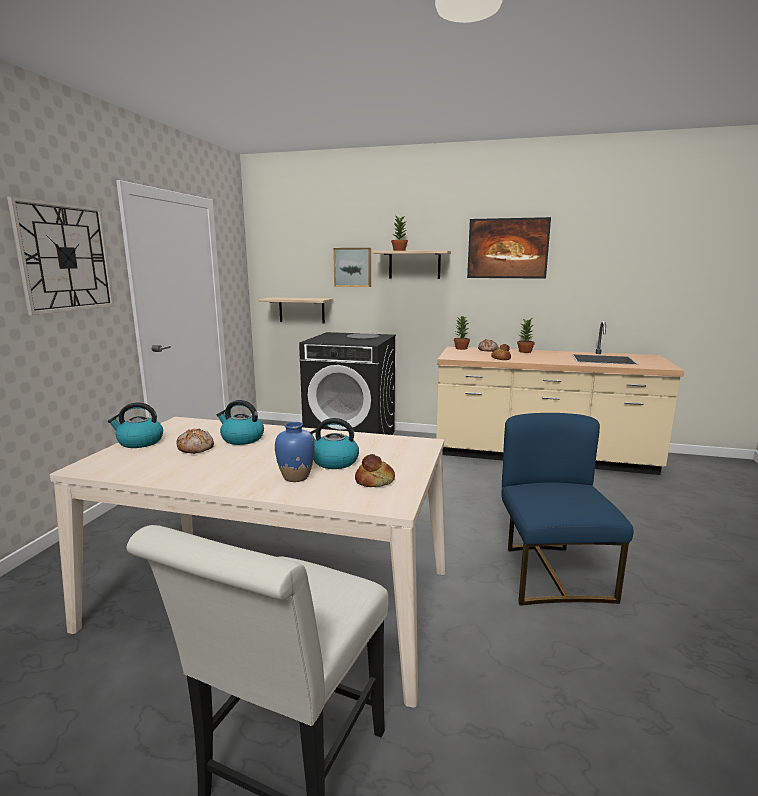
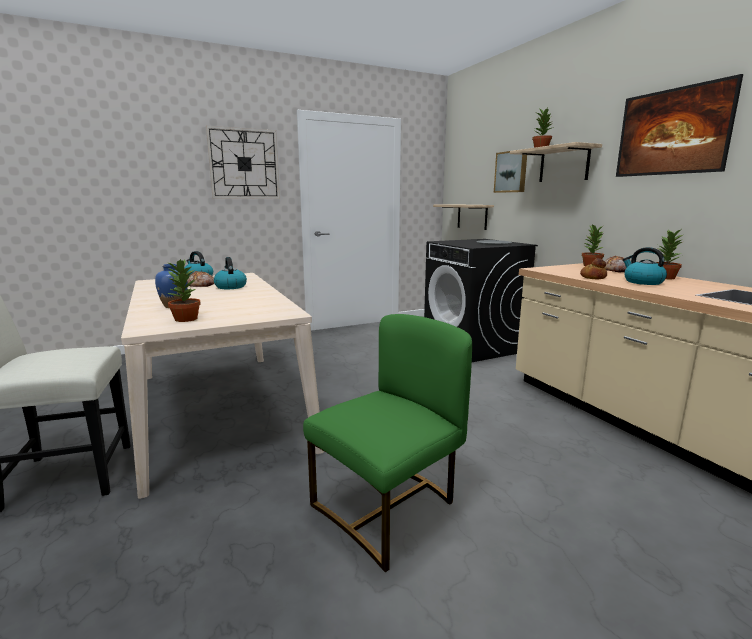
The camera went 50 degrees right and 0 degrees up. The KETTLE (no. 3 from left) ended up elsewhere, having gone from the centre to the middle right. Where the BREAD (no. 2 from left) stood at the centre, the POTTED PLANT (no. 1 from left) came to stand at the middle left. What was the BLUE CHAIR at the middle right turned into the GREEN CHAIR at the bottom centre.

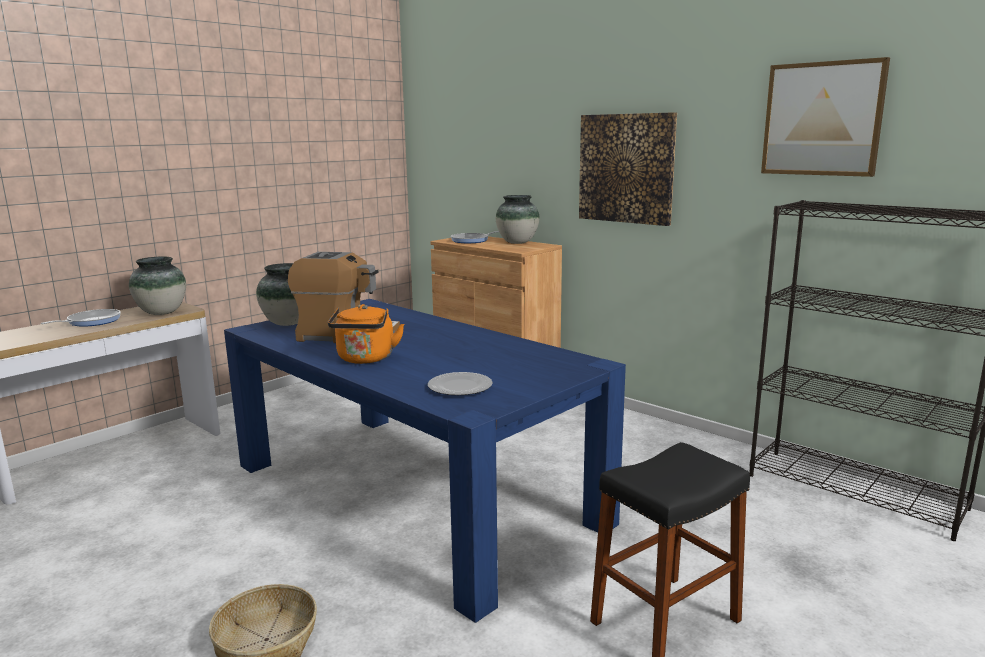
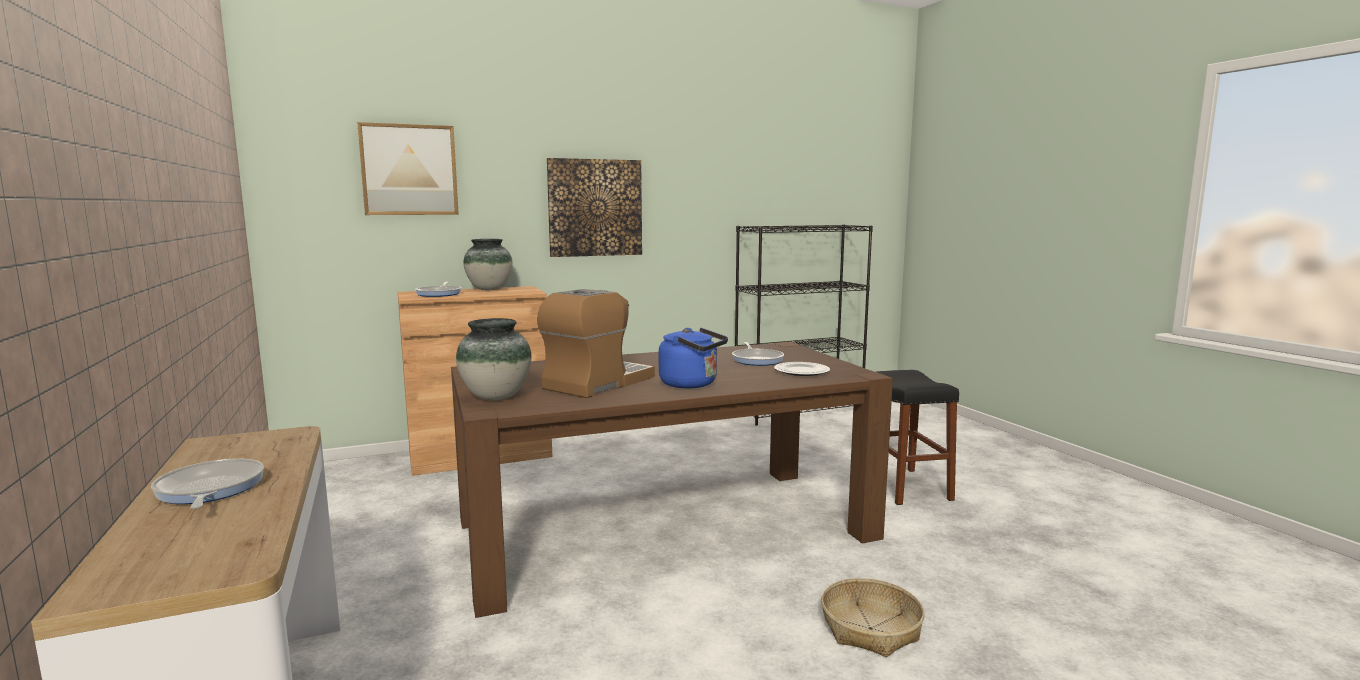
The camera went 65 degrees left and 5 degrees down. The second view lost the VASE (no. 1 from left) at the middle left. What was the BLUE DINING TABLE at the bottom centre turned into the BROWN DINING TABLE at the bottom centre. What was the ORANGE KETTLE at the centre turned into the BLUE KETTLE at the centre. The PICTURE (no. 2 from left in the first image) ended up elsewhere, having gone from the top right to the top left. The second view gained the FRYING PAN (no. 3 from left) at the centre.

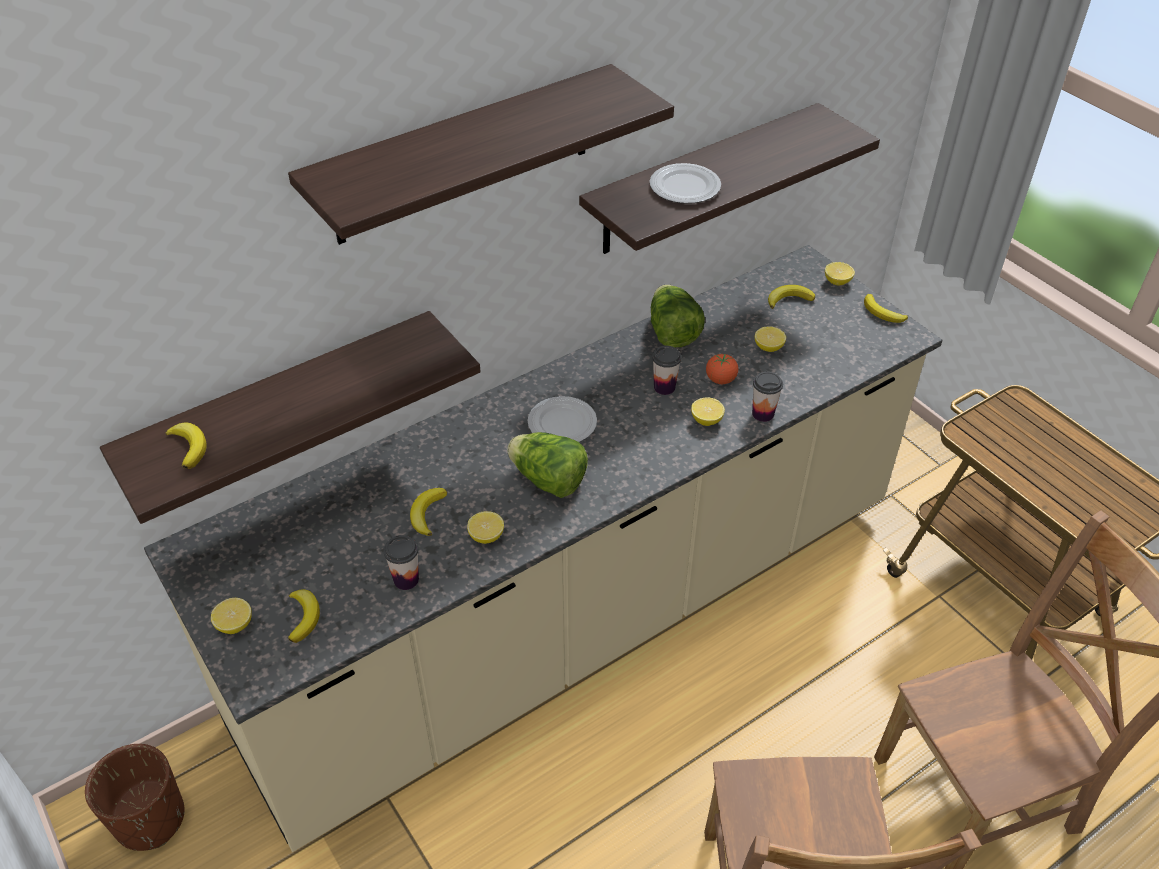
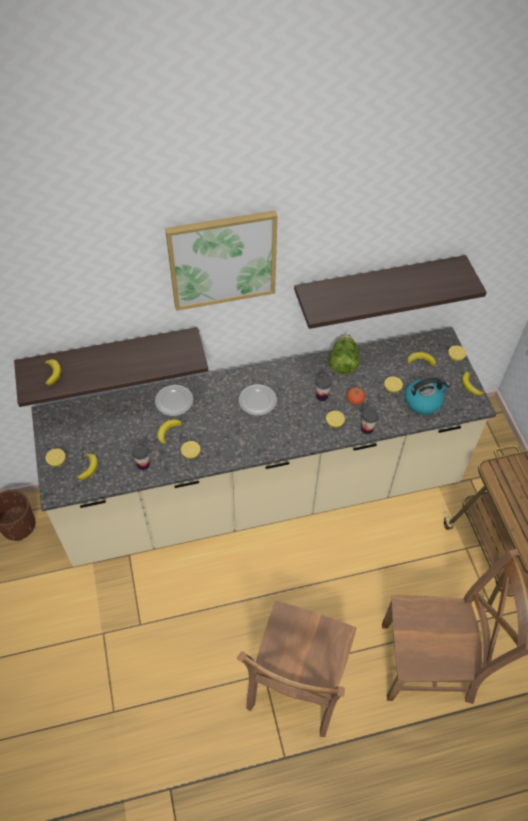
The camera went 20 degrees right and 10 degrees up. Where the SHELF (no. 2 from left) hung at the top centre, the PICTURE came to hang at the top centre. The second view lost the LETTUCE (no. 1 from left) at the centre. The PLATE (no. 2 from left in the first image) ended up elsewhere, having gone from the top centre to the middle left. The second view gained the KETTLE at the middle right.

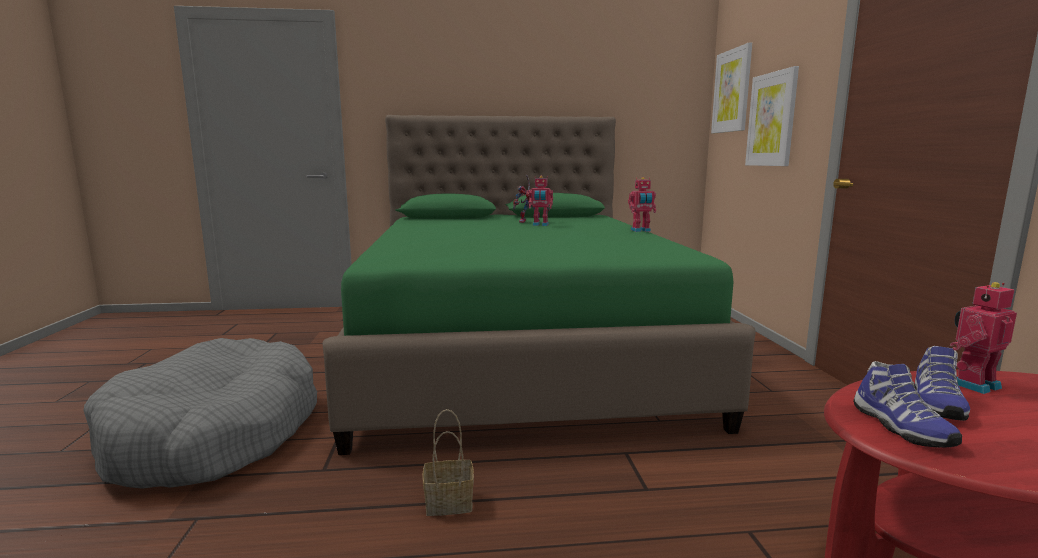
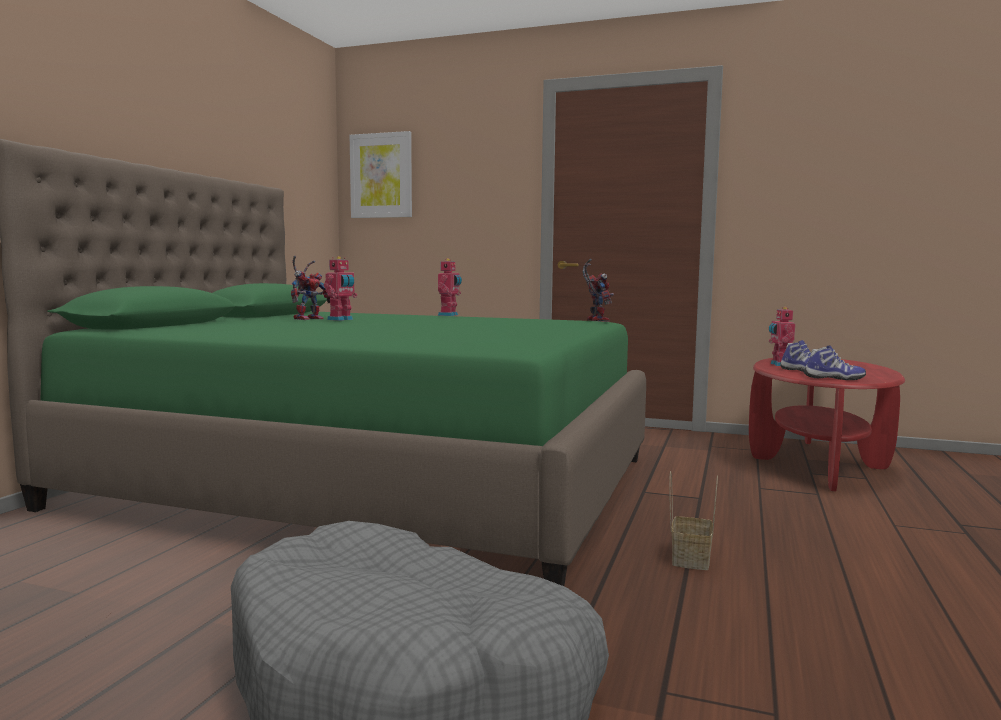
The camera went 65 degrees left and 5 degrees down. The second view lost the PICTURE (no. 2 from left) at the top right. The second view gained the TOY ROBOT (no. 4 from left) at the centre.

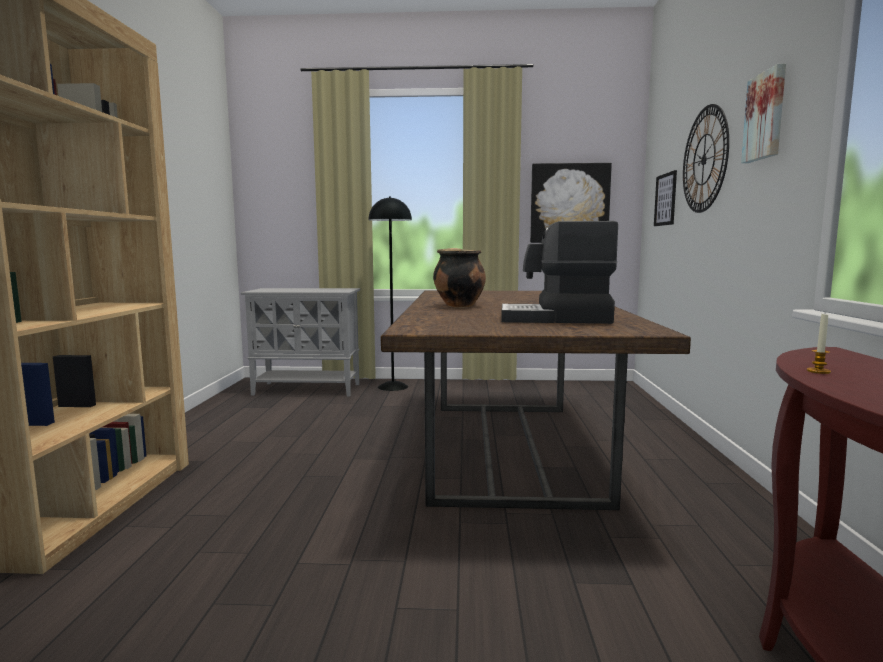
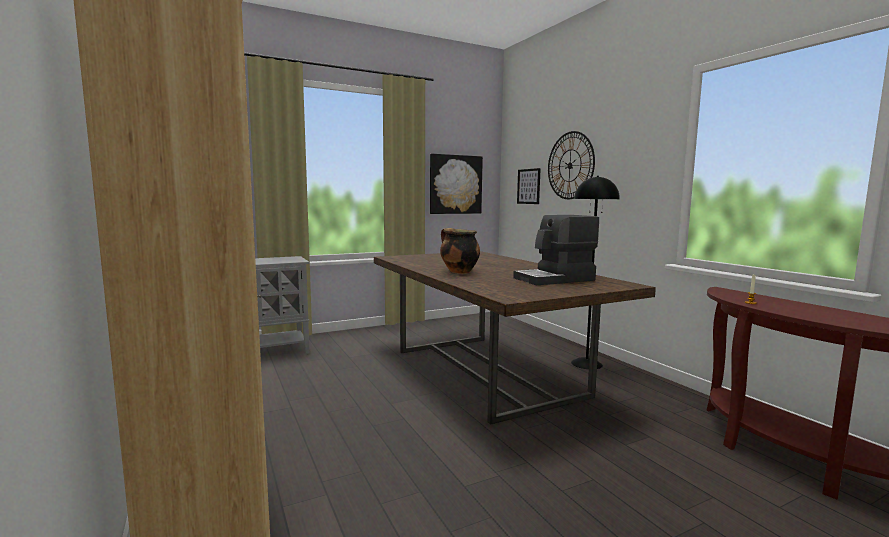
The camera went 30 degrees left and 0 degrees up. The BLACK FLOOR LAMP ended up elsewhere, having gone from the centre to the middle right. The second view lost the PICTURE (no. 3 from left) at the top right.

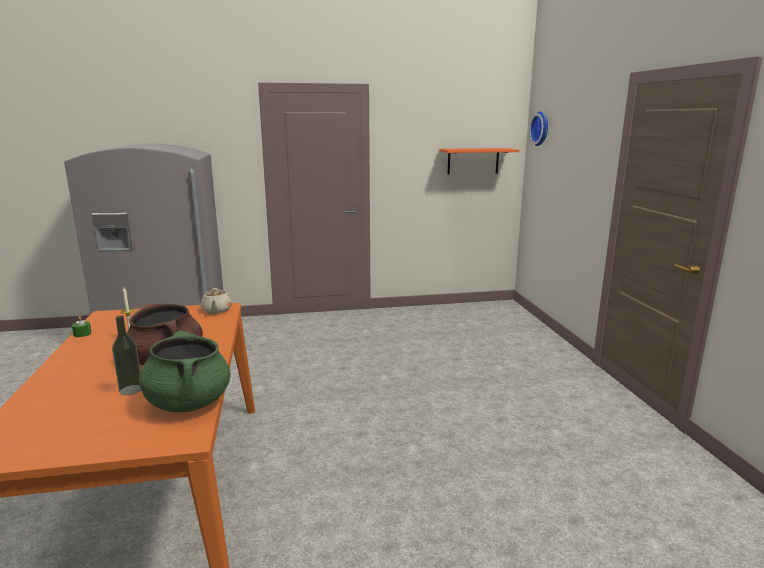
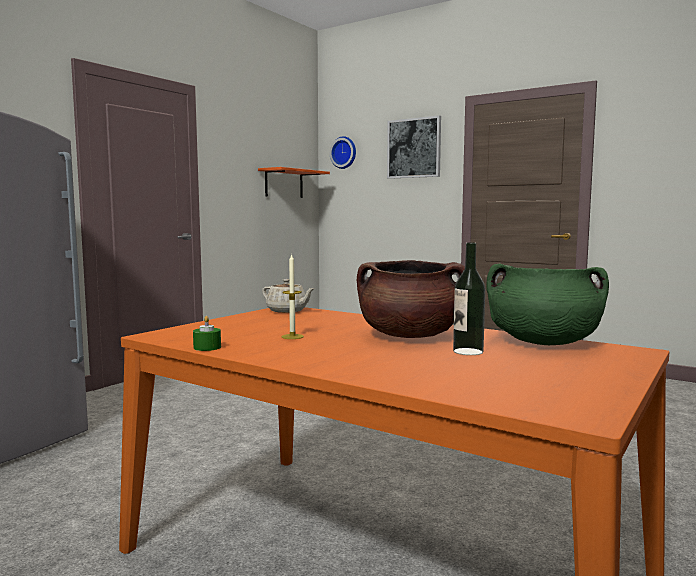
The camera went 45 degrees left and 10 degrees down. The second view gained the PICTURE at the top centre.

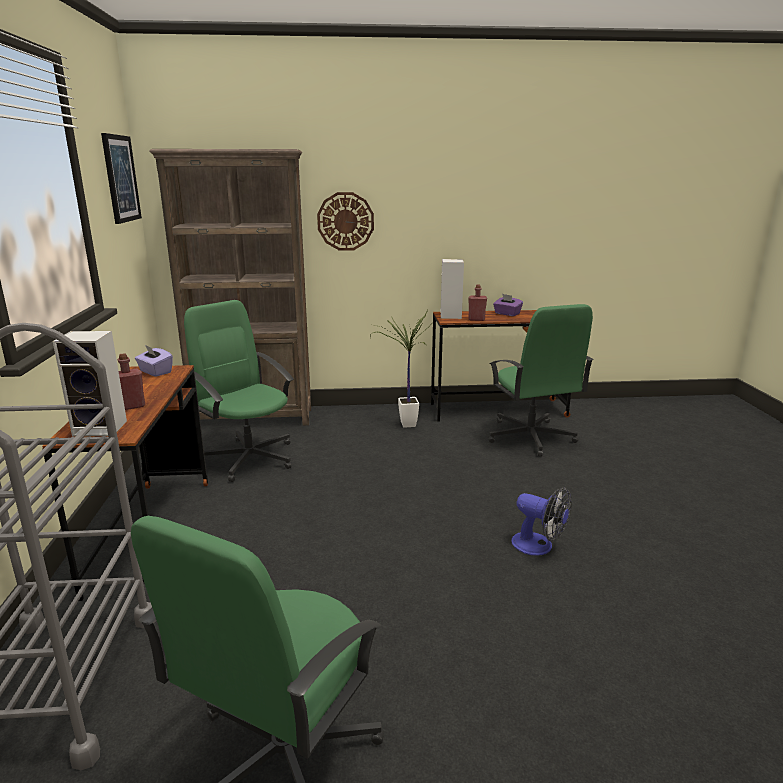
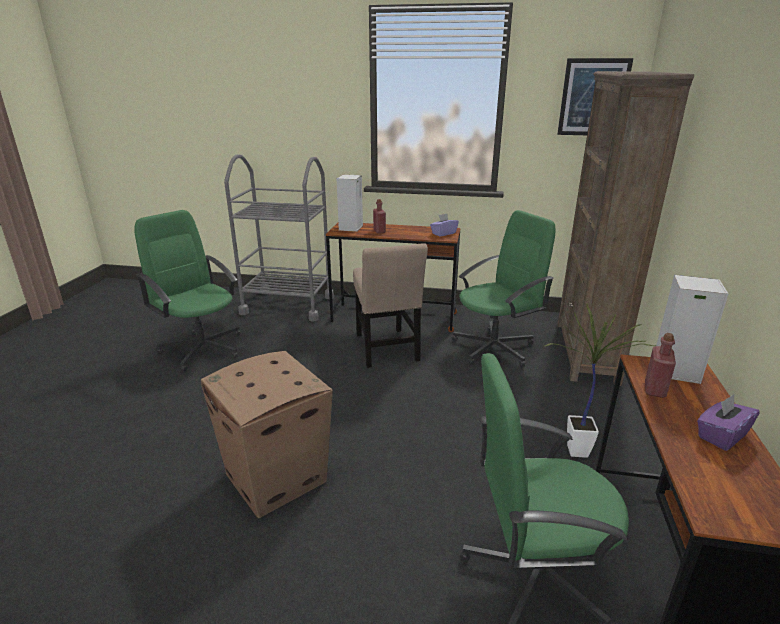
The camera went 105 degrees right and 5 degrees up. The second view lost the WALL CLOCK at the top centre. Where the FAN stood at the middle right, the CARDBOARD BOX came to stand at the bottom centre. The second view gained the BEIGE CHAIR at the centre.

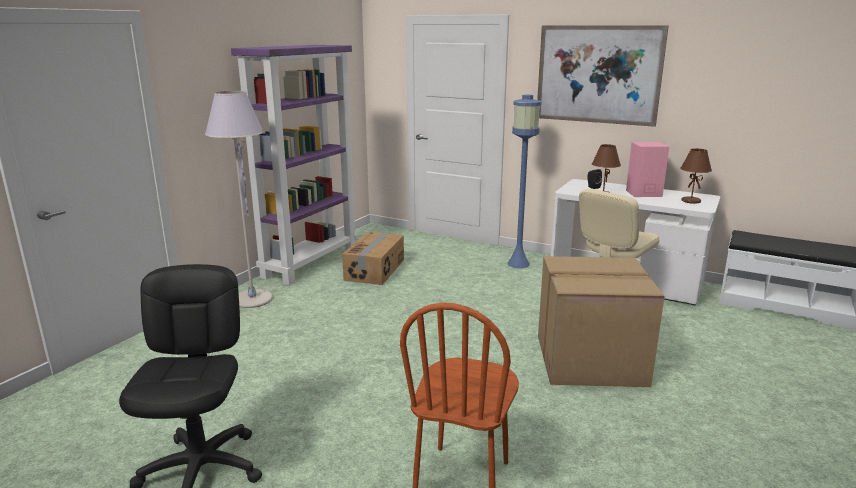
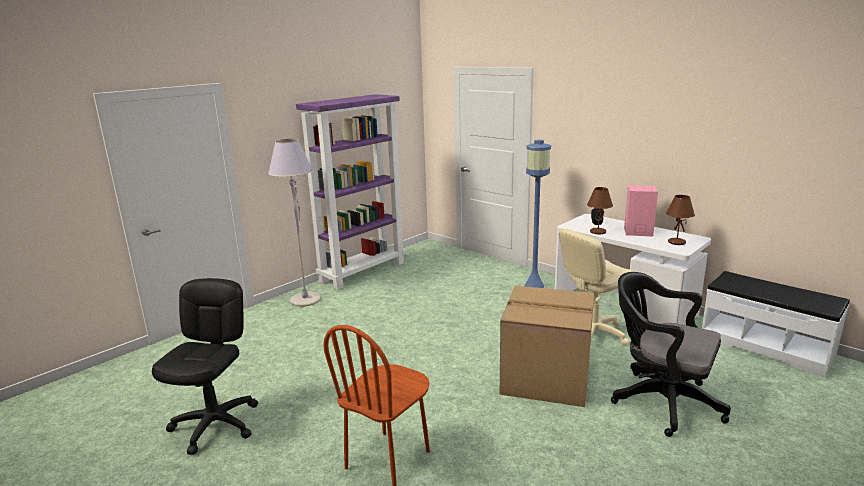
The camera went 15 degrees right and 0 degrees up. The second view lost the CARDBOARD BOX (no. 1 from left) at the centre. The second view lost the PICTURE at the top right. The second view gained the BLACK OFFICE CHAIR (no. 2 from left) at the bottom right.

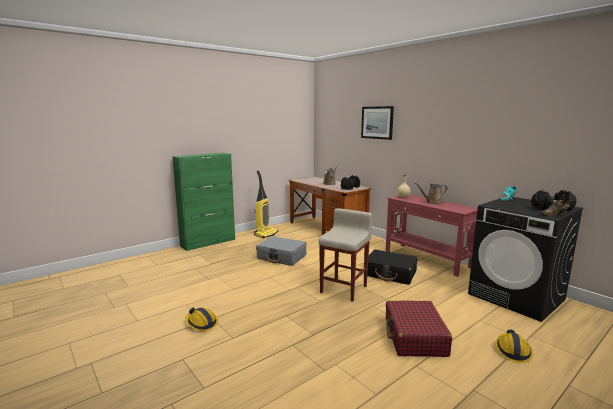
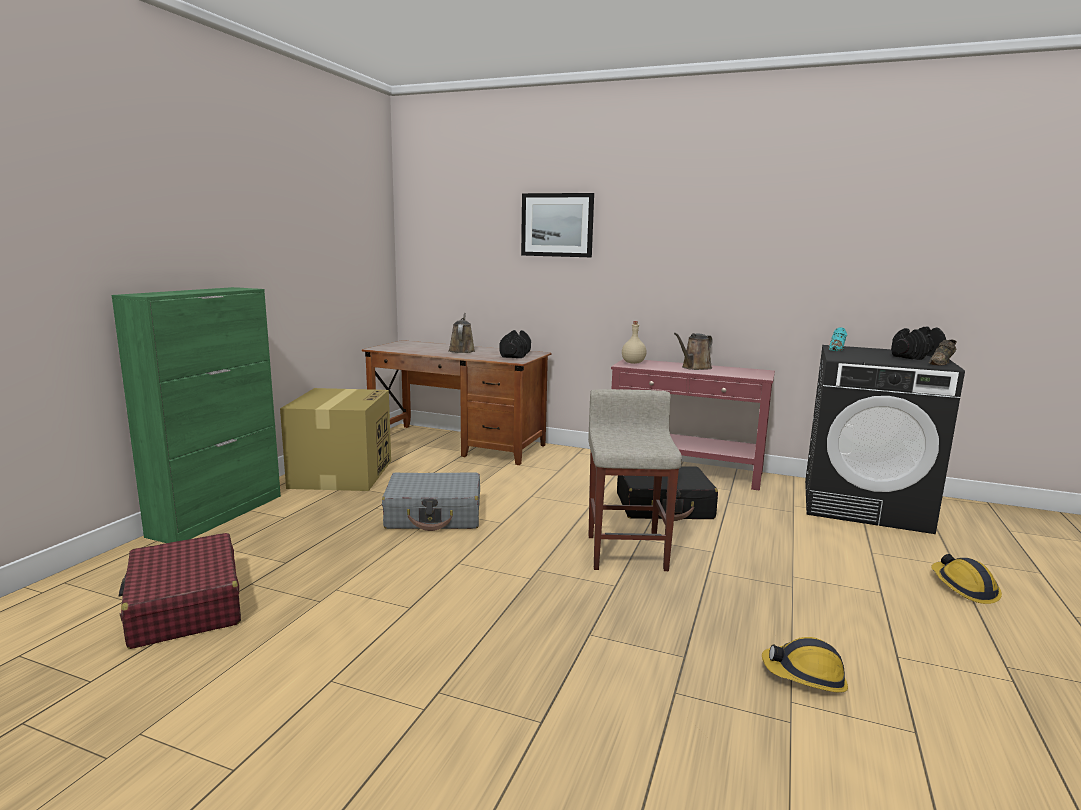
The camera went 30 degrees left and 0 degrees up. The HARD HAT (no. 1 from left) ended up elsewhere, having gone from the bottom left to the bottom right. Where the VACUUM CLEANER stood at the centre, the CARDBOARD BOX came to stand at the middle left. The RED SUITCASE ended up elsewhere, having gone from the bottom right to the bottom left.

